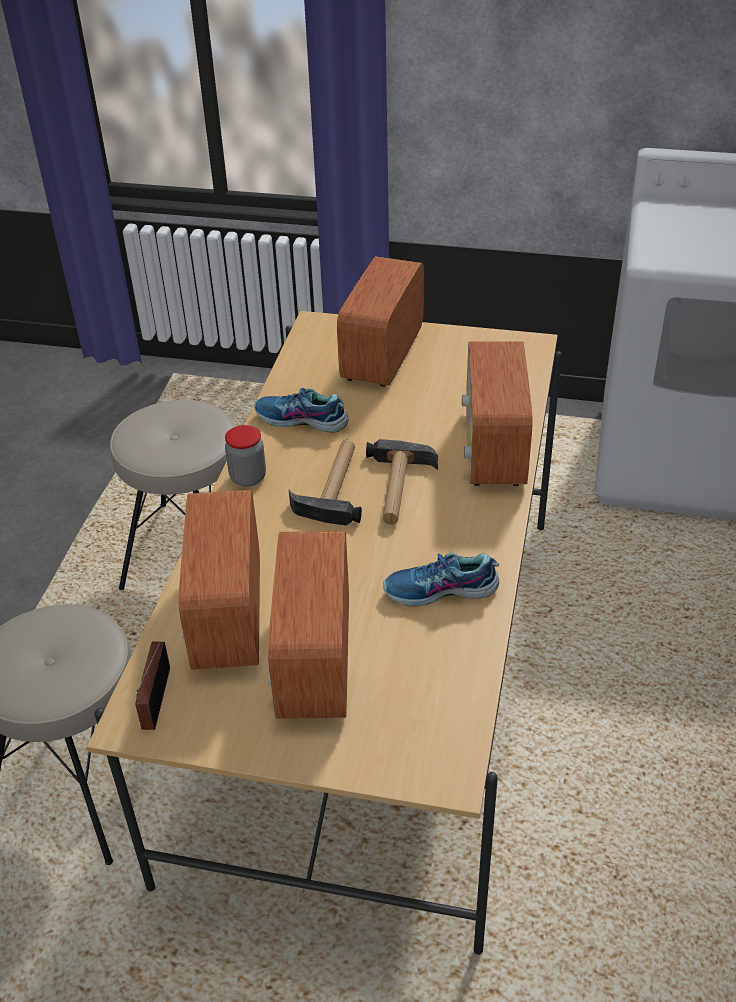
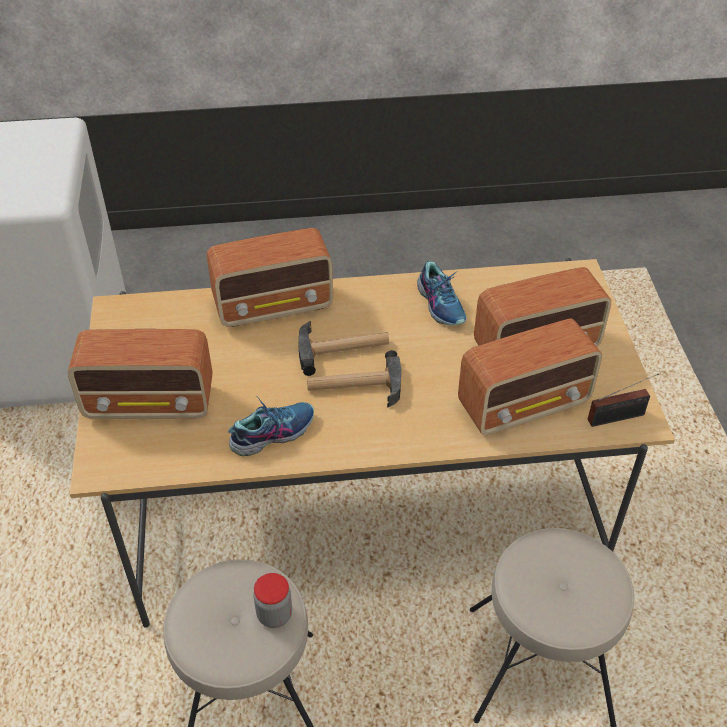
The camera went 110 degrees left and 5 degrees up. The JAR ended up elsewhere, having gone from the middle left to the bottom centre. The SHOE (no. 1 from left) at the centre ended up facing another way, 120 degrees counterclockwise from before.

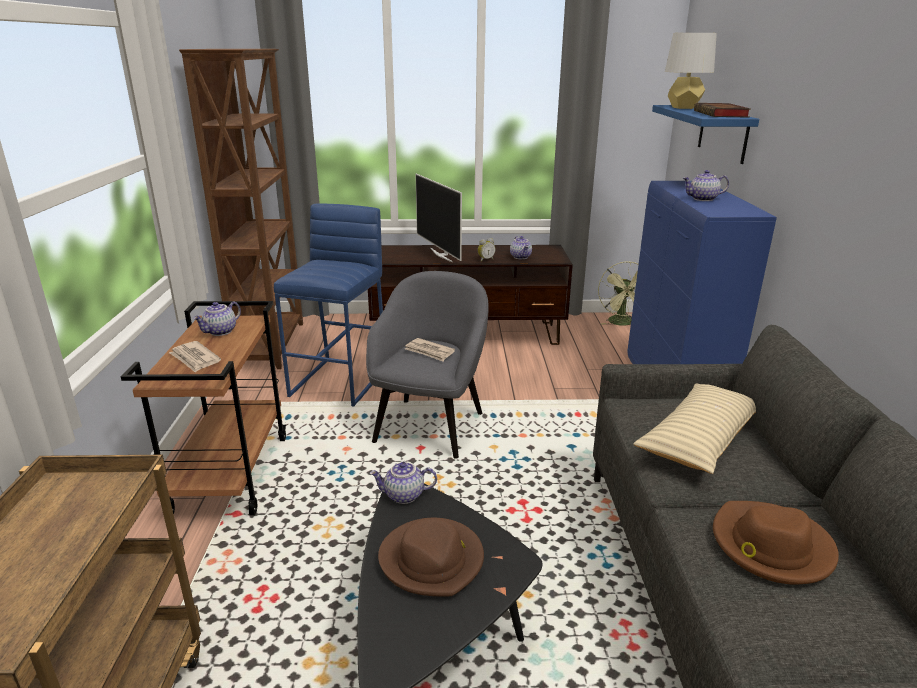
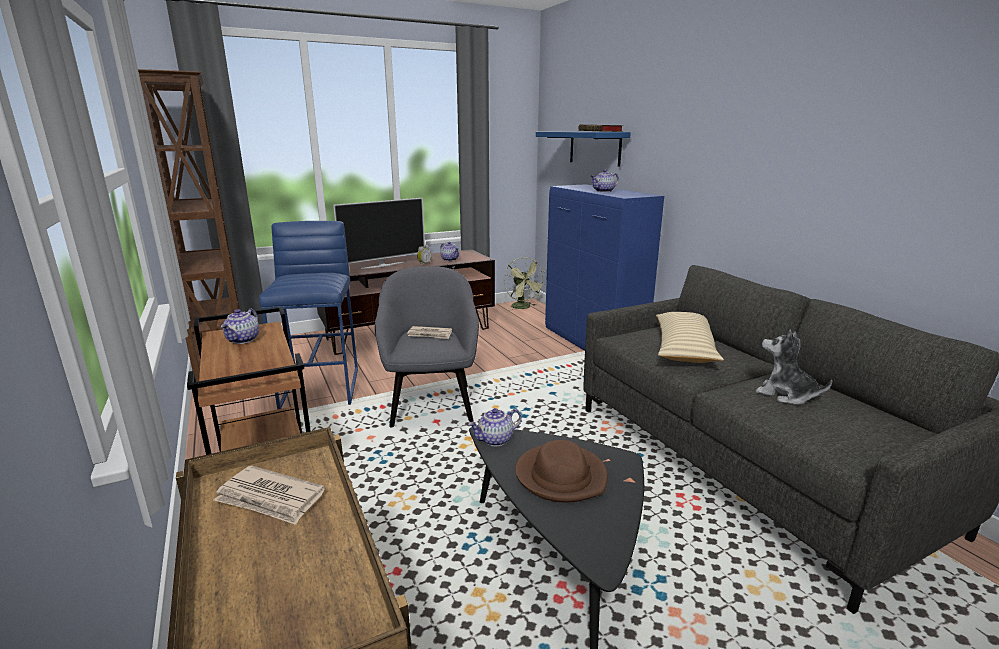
The camera went 25 degrees left and 5 degrees down. The NEWSPAPER (no. 1 from left) ended up elsewhere, having gone from the middle left to the bottom left. The TELEVISION at the top centre ended up facing another way, 75 degrees counterclockwise from before. The second view lost the GREY TABLE LAMP at the top right. Where the BROWN HAT (no. 2 from left) stood at the bottom right, the PLUSH TOY came to stand at the middle right.

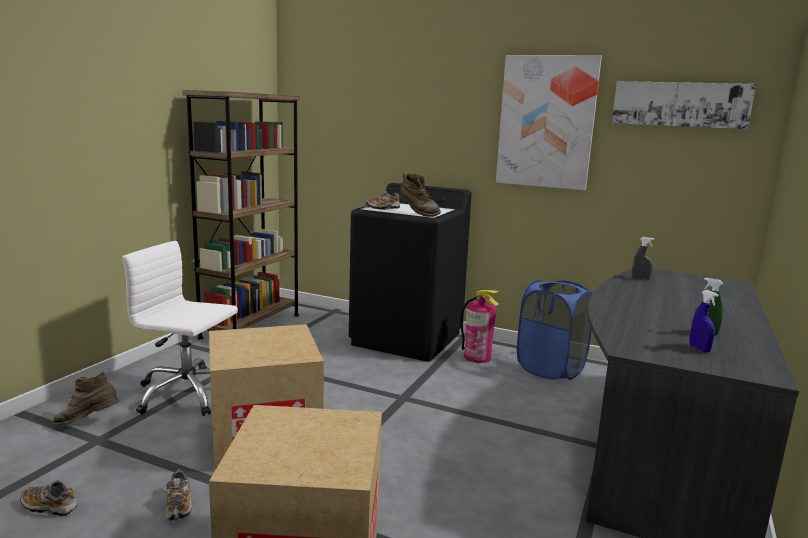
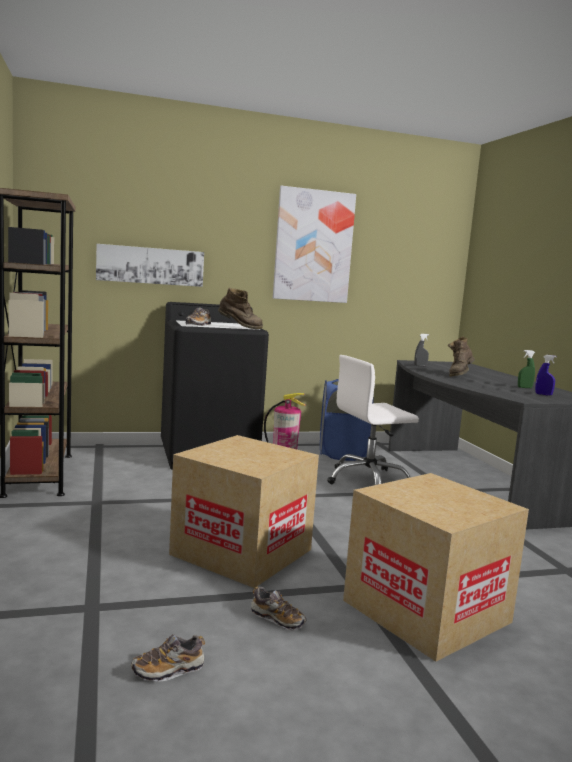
The camera went 40 degrees left and 5 degrees down. The BROWN BOOT (no. 1 from left in the first image) ended up elsewhere, having gone from the bottom left to the middle right. The WHITE OFFICE CHAIR ended up elsewhere, having gone from the middle left to the centre. The PICTURE (no. 2 from left in the first image) ended up elsewhere, having gone from the top right to the middle left.

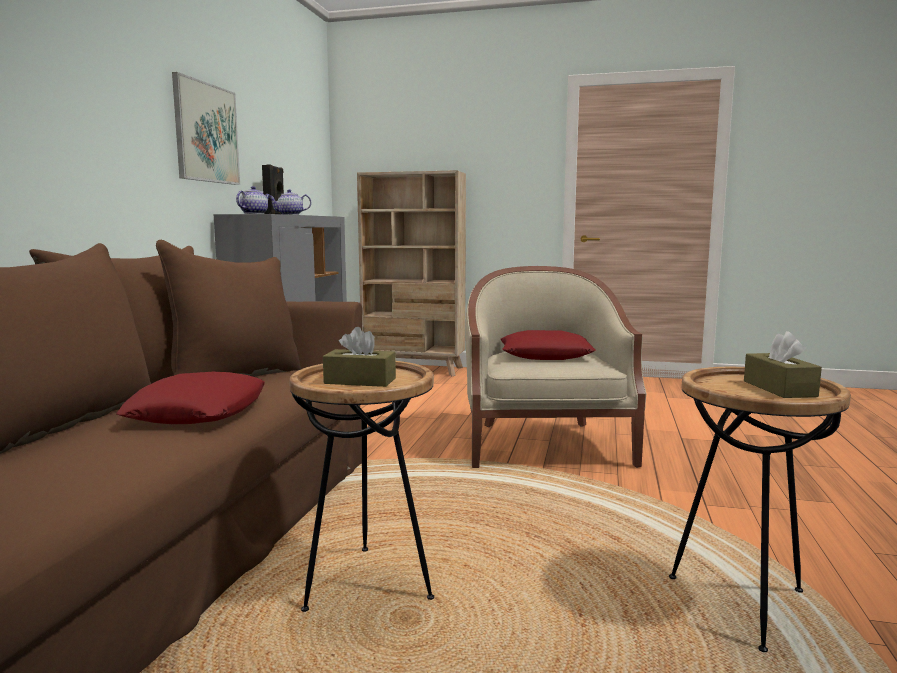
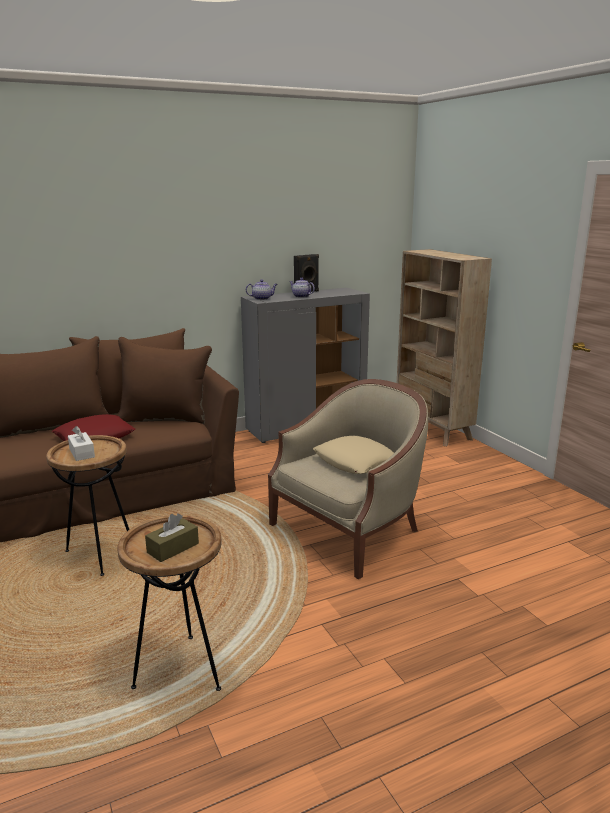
The camera went 50 degrees right and 10 degrees up. The second view lost the PICTURE at the top left. What was the BROWN TISSUE BOX (no. 1 from left) at the centre turned into the WHITE TISSUE BOX at the middle left. What was the RED PILLOW (no. 2 from left) at the centre turned into the BEIGE PILLOW at the centre.

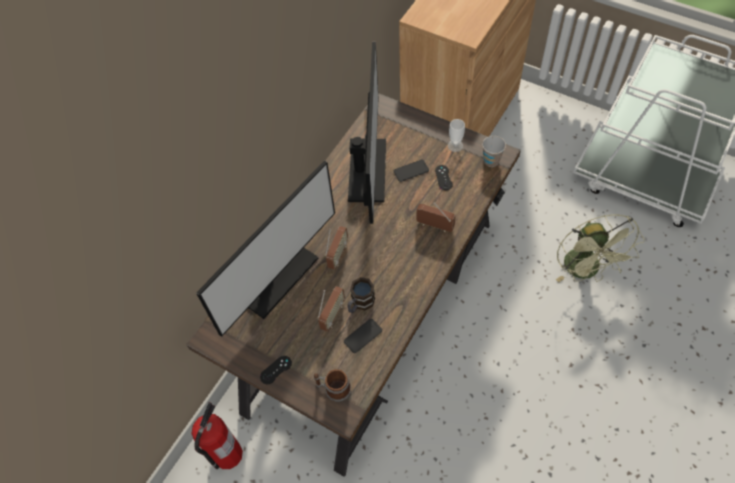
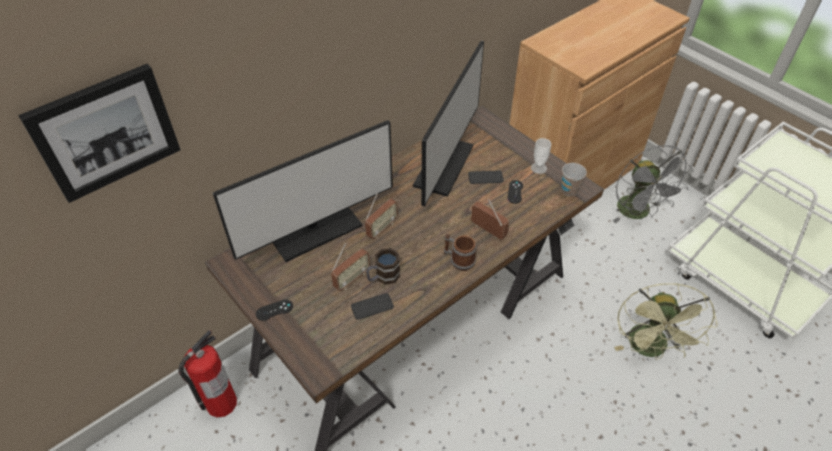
The camera went 15 degrees right and 10 degrees down. The MUG (no. 1 from left in the first image) ended up elsewhere, having gone from the bottom centre to the centre. The second view gained the PICTURE at the top left. The second view gained the GREY FAN at the middle right.

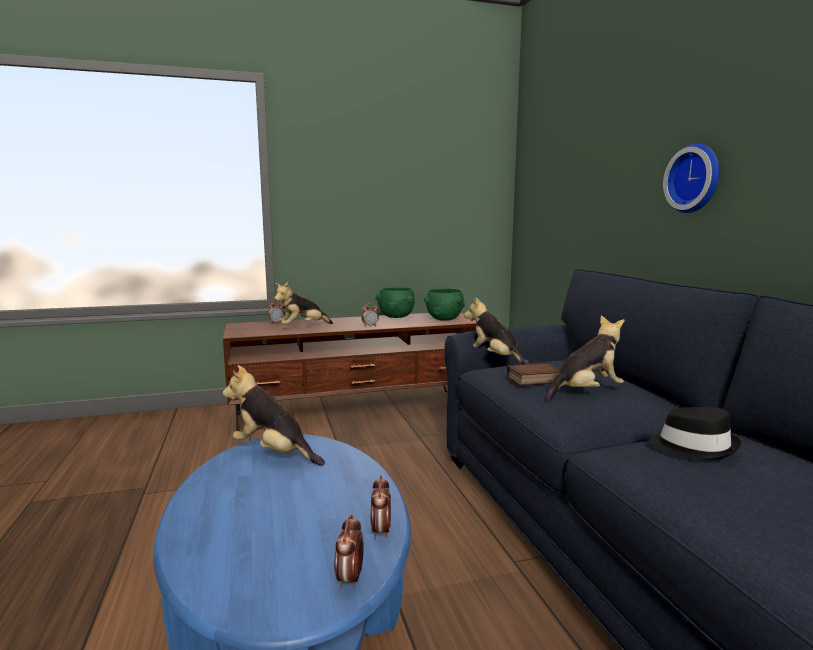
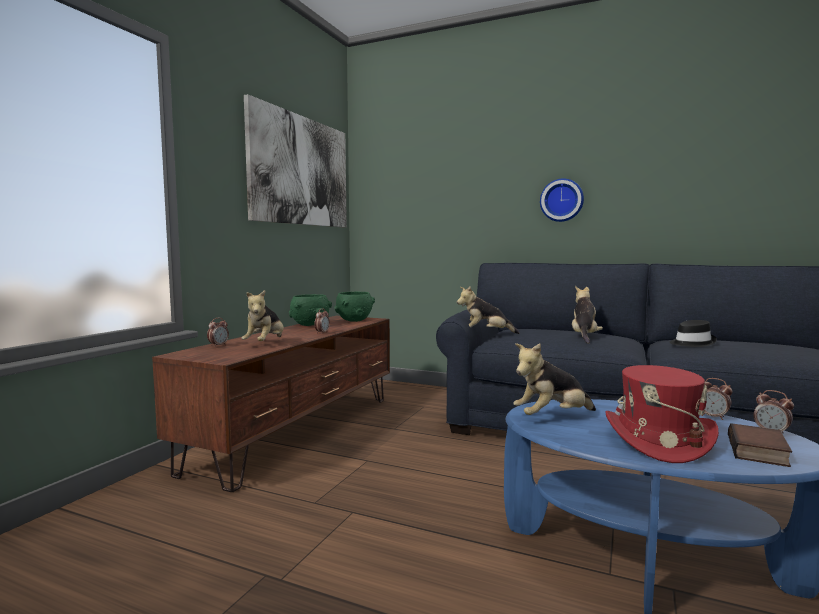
The camera went 50 degrees left and 5 degrees down. The BOOK ended up elsewhere, having gone from the centre to the bottom right. The second view gained the PICTURE at the top centre. The second view gained the RED HAT at the bottom right.

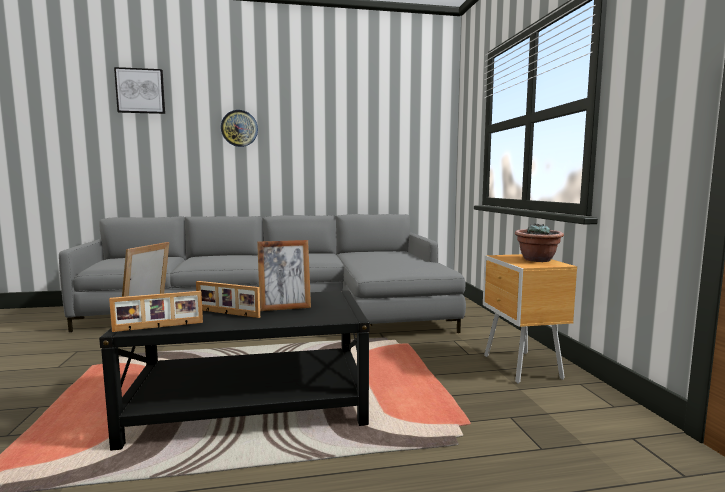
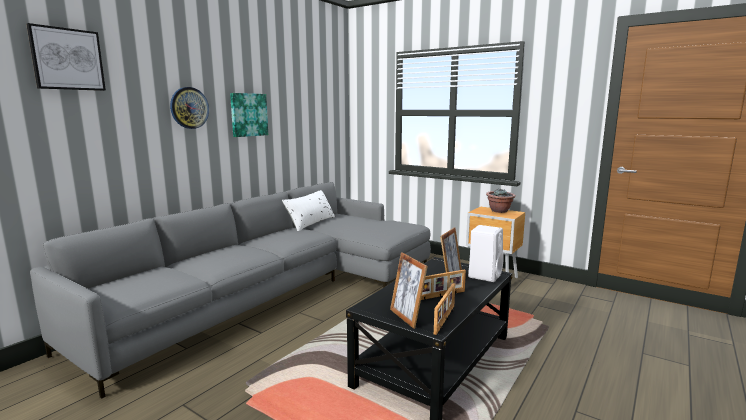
The camera went 45 degrees left and 5 degrees up. The second view gained the PICTURE (no. 2 from left) at the top centre. The second view gained the WHITE PILLOW at the centre. The second view gained the WHITE SPEAKER at the centre.

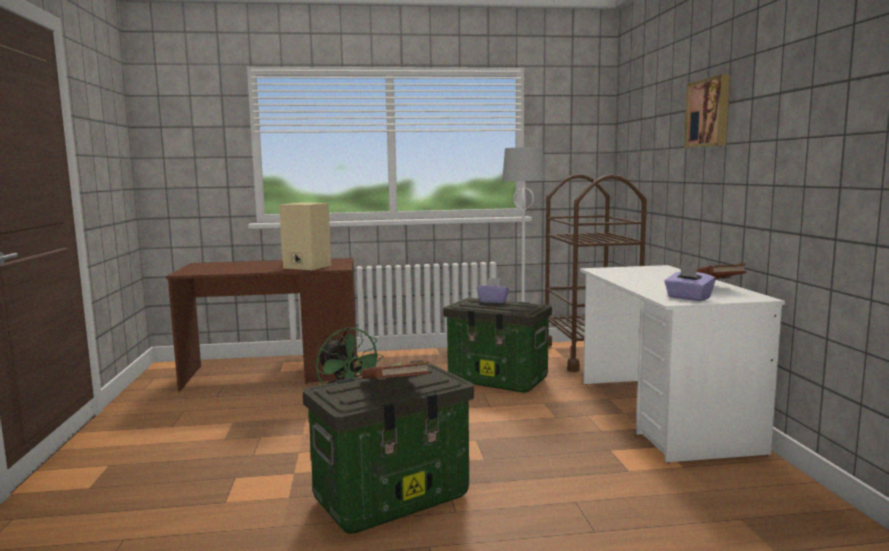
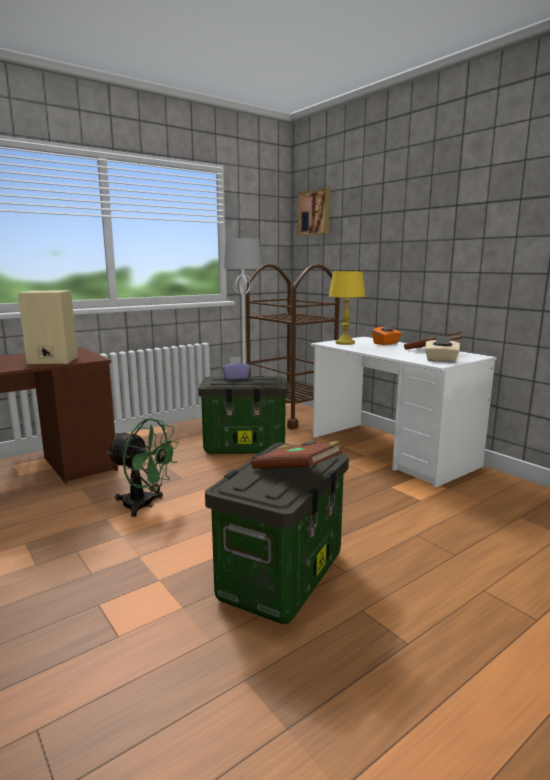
The camera went 30 degrees left and 5 degrees up. What was the PURPLE TISSUE BOX (no. 2 from left) at the middle right turned into the BEIGE TISSUE BOX at the middle right. The PICTURE ended up elsewhere, having gone from the top right to the top centre. The second view gained the YELLOW TABLE LAMP at the centre. The second view gained the ORANGE TISSUE BOX at the middle right.

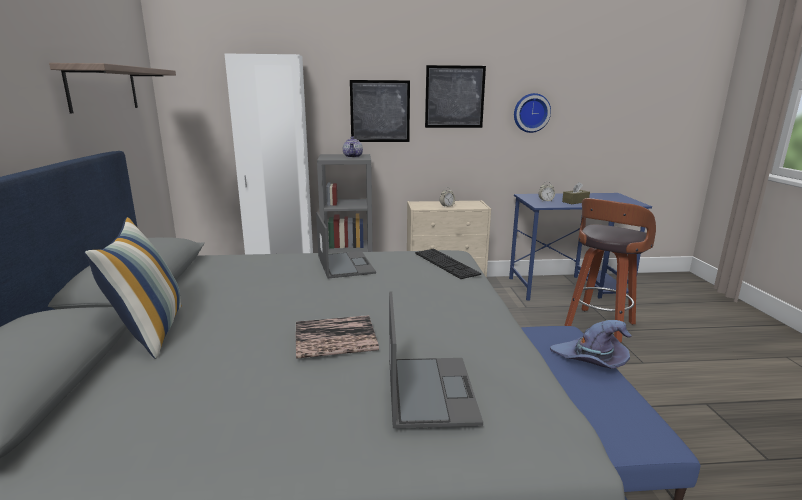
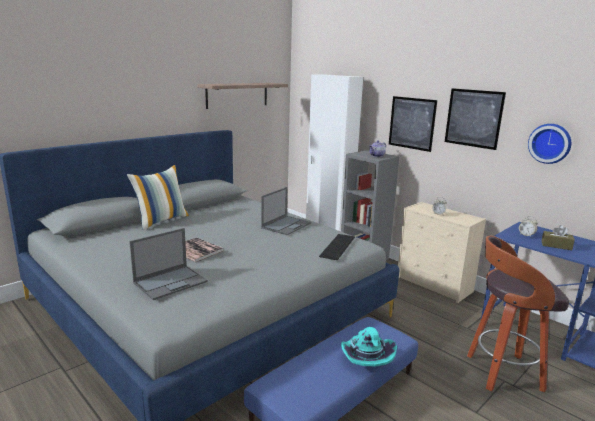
The camera went 50 degrees right and 0 degrees up. What was the PURPLE HAT at the bottom right turned into the TURQUOISE HAT at the bottom centre.

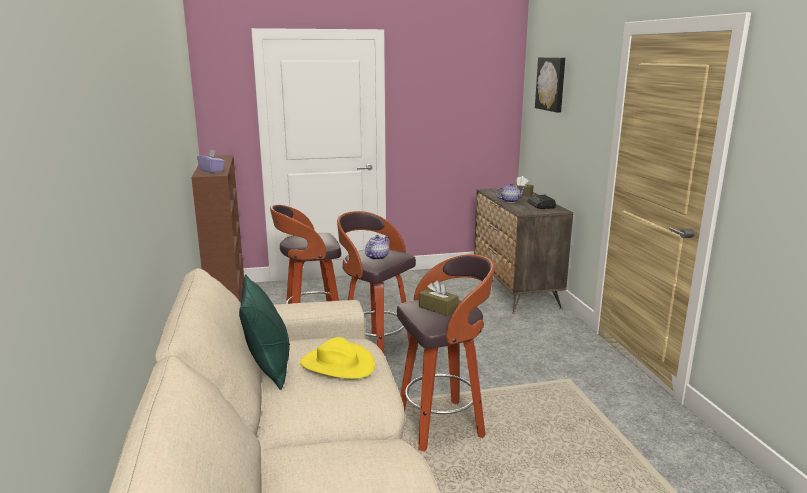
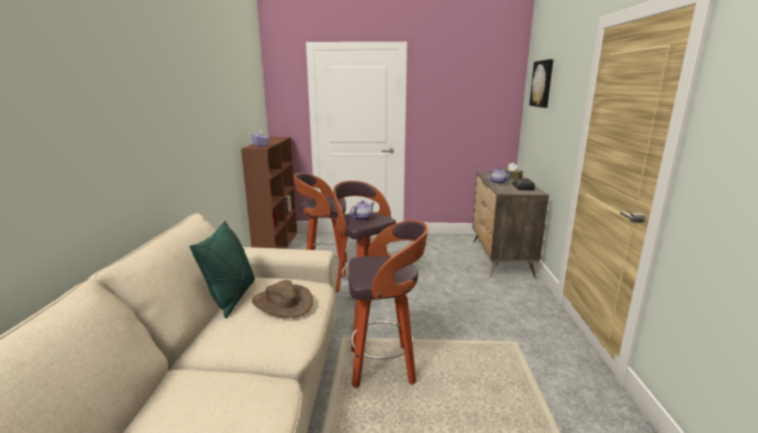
The camera went 15 degrees right and 0 degrees up. What was the YELLOW HAT at the bottom centre turned into the BROWN HAT at the bottom centre. The second view lost the BROWN TISSUE BOX (no. 1 from left) at the centre.

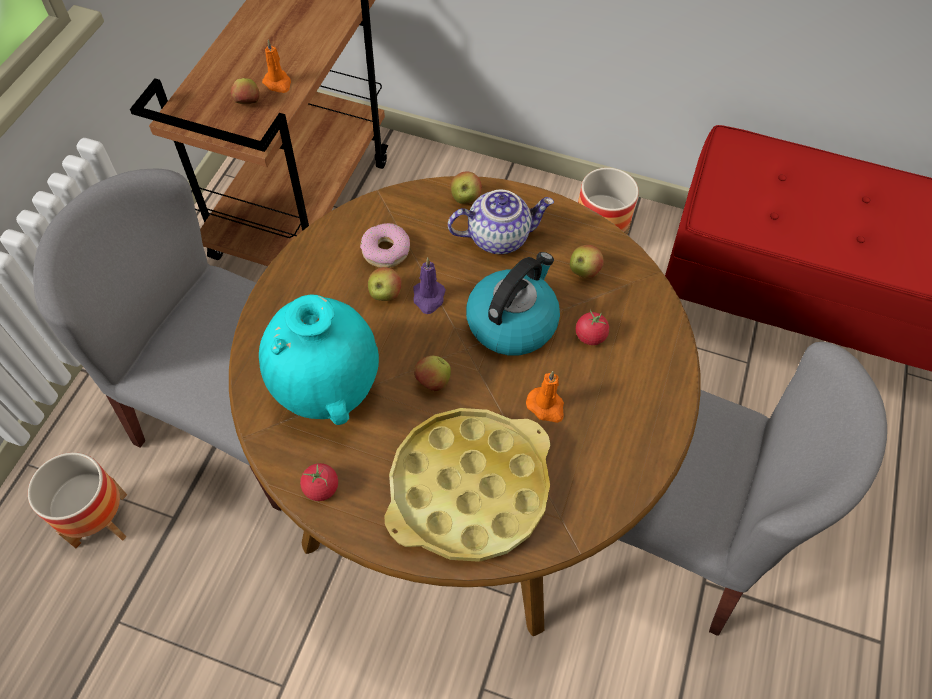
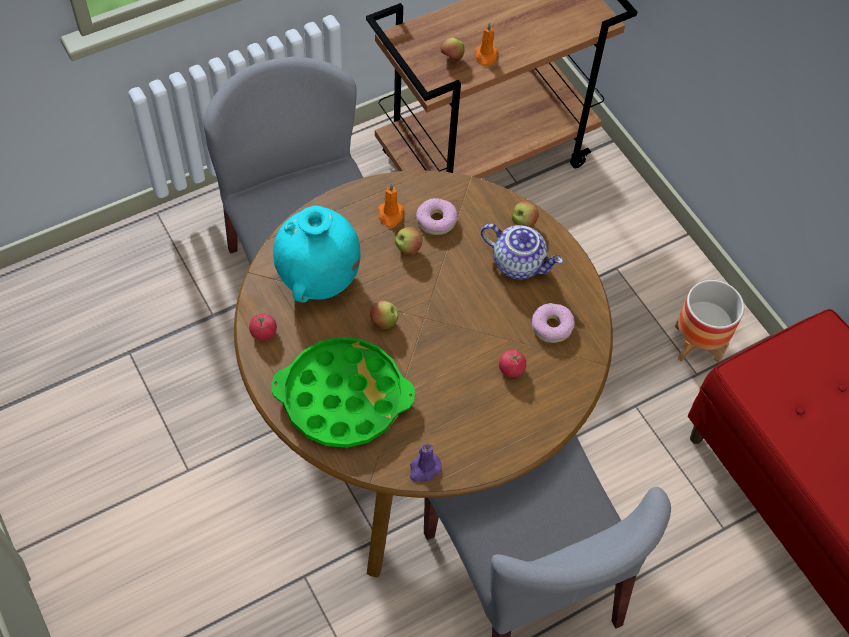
The camera went 40 degrees right and 0 degrees up. The second view lost the PLANTER (no. 1 from left) at the bottom left. What was the YELLOW TRAY at the bottom centre turned into the GREEN TRAY at the centre. The PURPLE CANDLE ended up elsewhere, having gone from the centre to the bottom centre. The second view lost the KETTLE at the centre. The ORANGE CANDLE (no. 2 from left in the first image) ended up elsewhere, having gone from the centre to the top centre. Where the APPLE (no. 5 from left) stood at the centre, the DONUT (no. 2 from left) came to stand at the centre.

